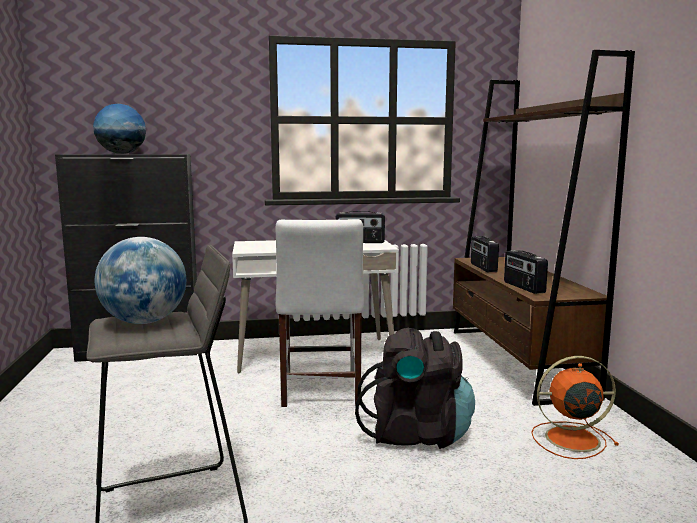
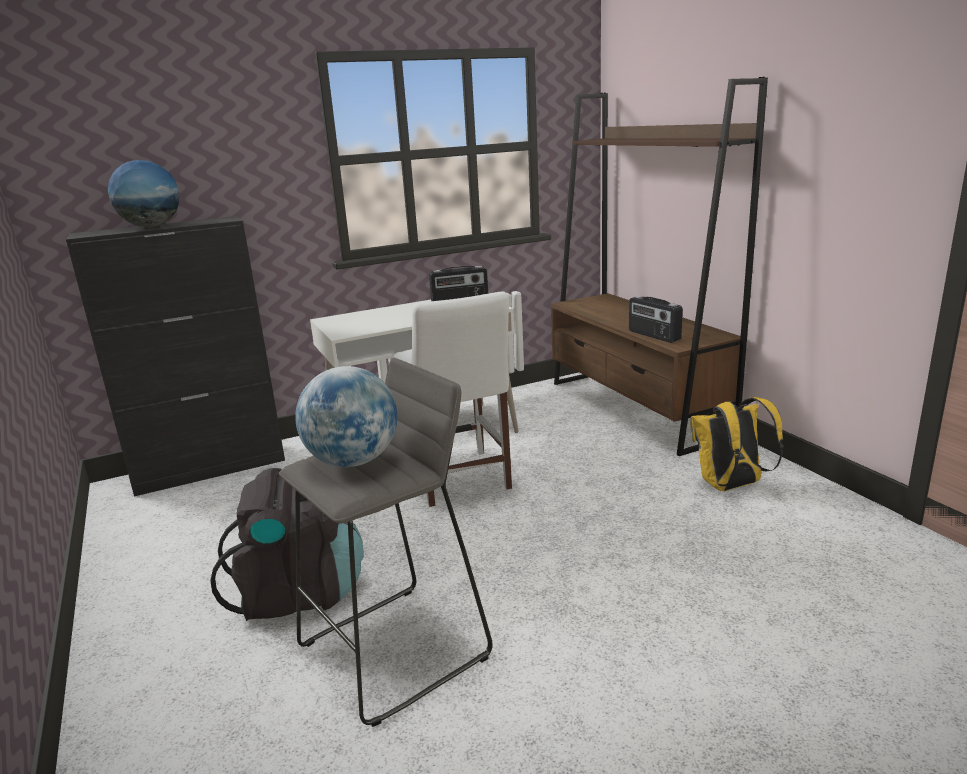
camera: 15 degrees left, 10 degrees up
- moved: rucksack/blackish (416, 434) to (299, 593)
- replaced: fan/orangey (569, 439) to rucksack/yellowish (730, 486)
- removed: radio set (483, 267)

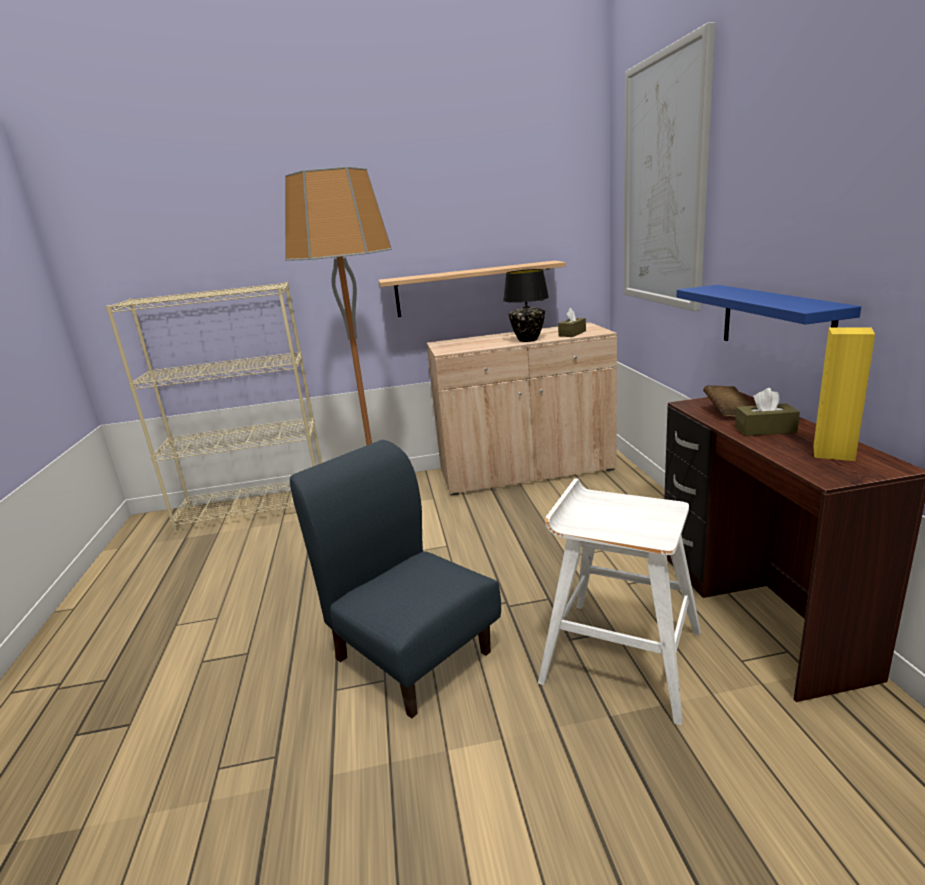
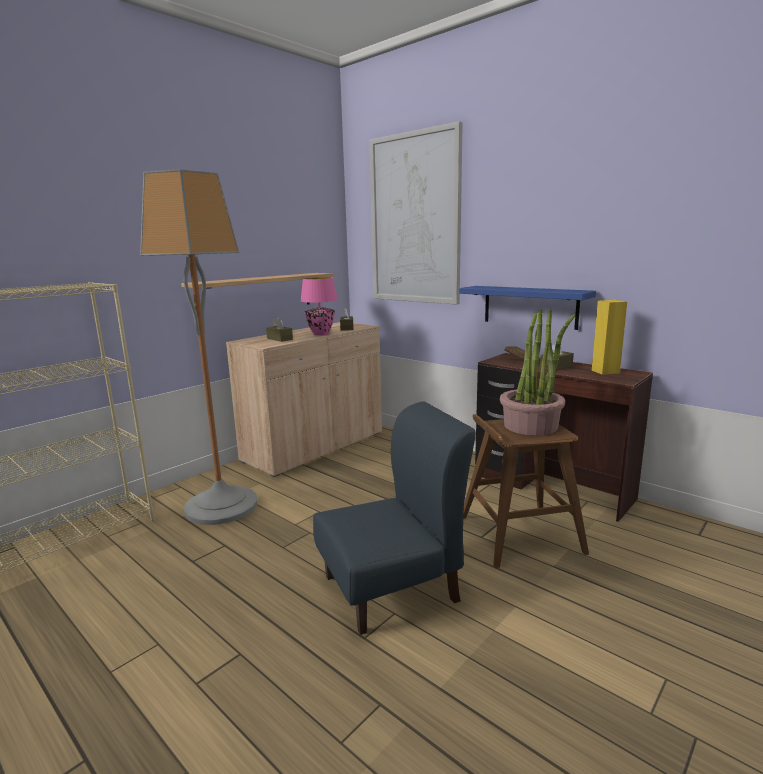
camera: 40 degrees left, 5 degrees down
- added: box of tissues/brown (279, 339)
- recoloured: lamp for a table/blackish (527, 340) to lamp for a table/pinkish (320, 334)
- turned: plain chair/blue-coloured (412, 654) = (392, 588) 150 degrees clockwise
- recoloured: sitting stool/white-coloured (620, 655) to sitting stool/brown (518, 534)
- added: plant in a pot (531, 426)

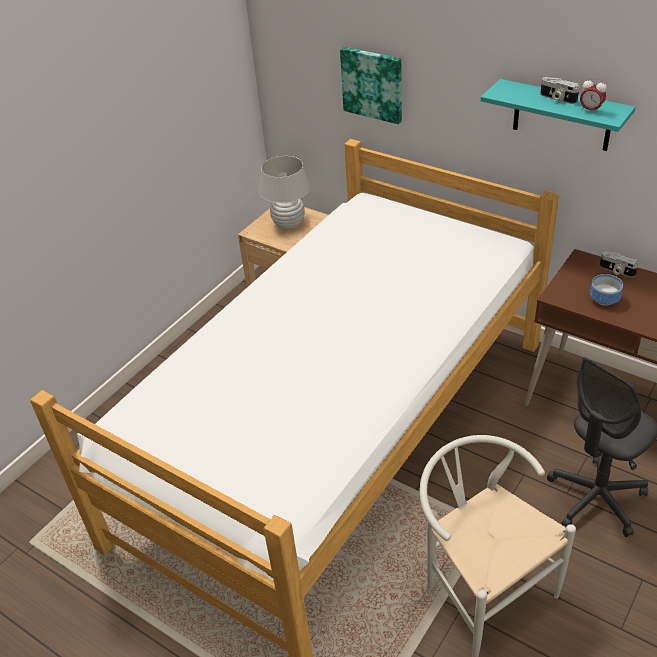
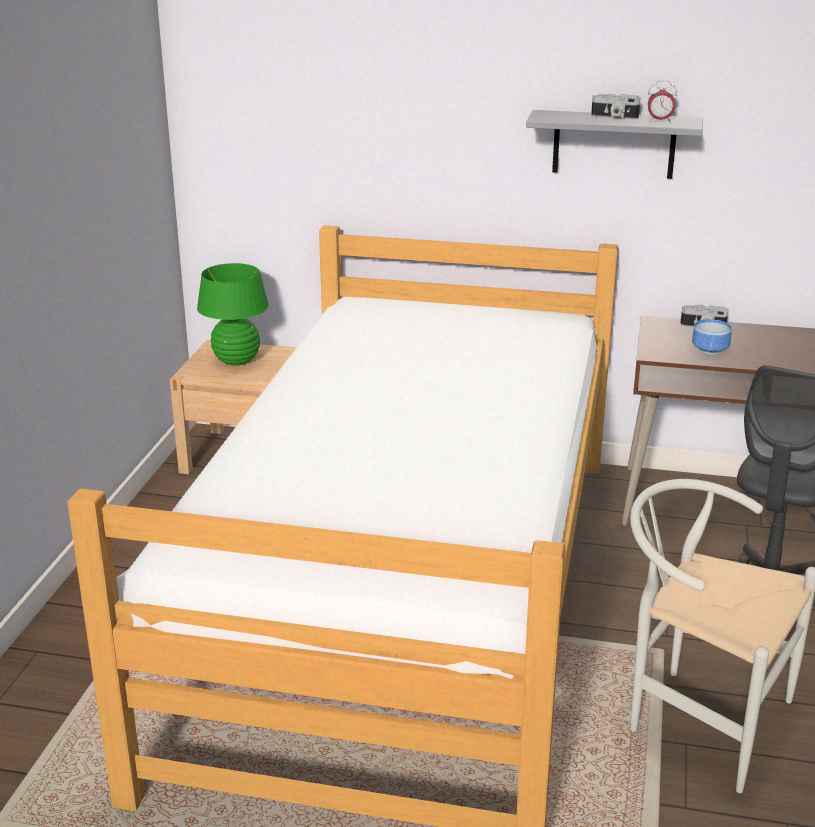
camera: 25 degrees left, 15 degrees down
- recoloured: lamp for a table/white-coloured (288, 223) to lamp for a table/green (236, 360)
- recoloured: shelf/blue-green (562, 116) to shelf/gray (614, 144)
- removed: wall picture (373, 84)

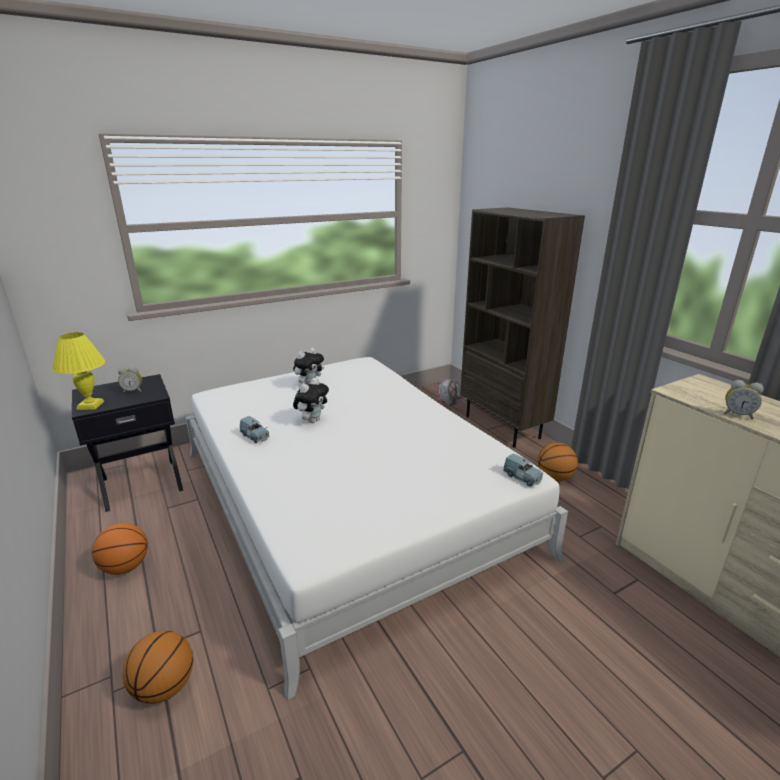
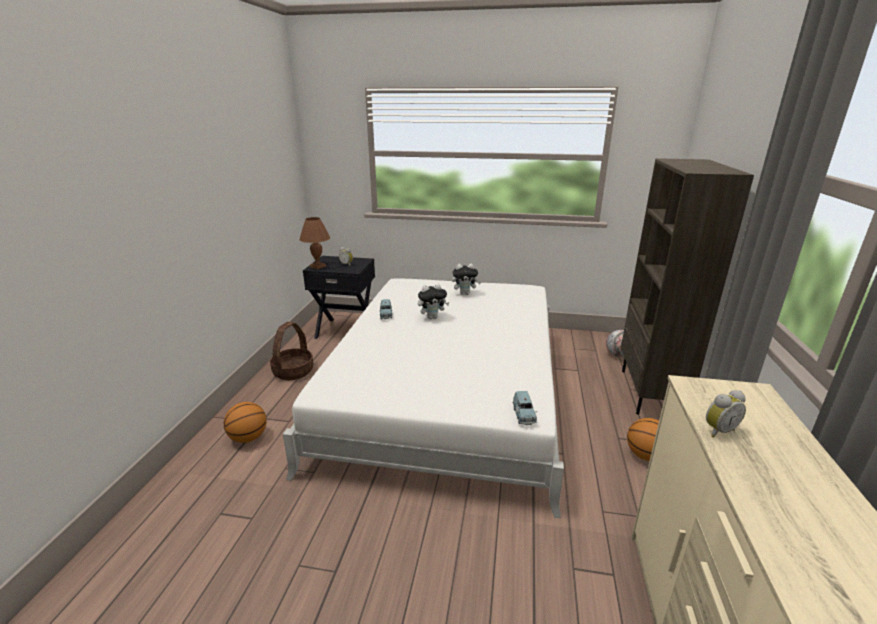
camera: 40 degrees right, 0 degrees up
- replaced: basketball ball (125, 567) to storage basket (293, 371)
- recoloured: lamp for a table/yellowish (90, 405) to lamp for a table/brown (317, 266)
- turned: bedside clock (737, 415) = (717, 430) 90 degrees counterclockwise

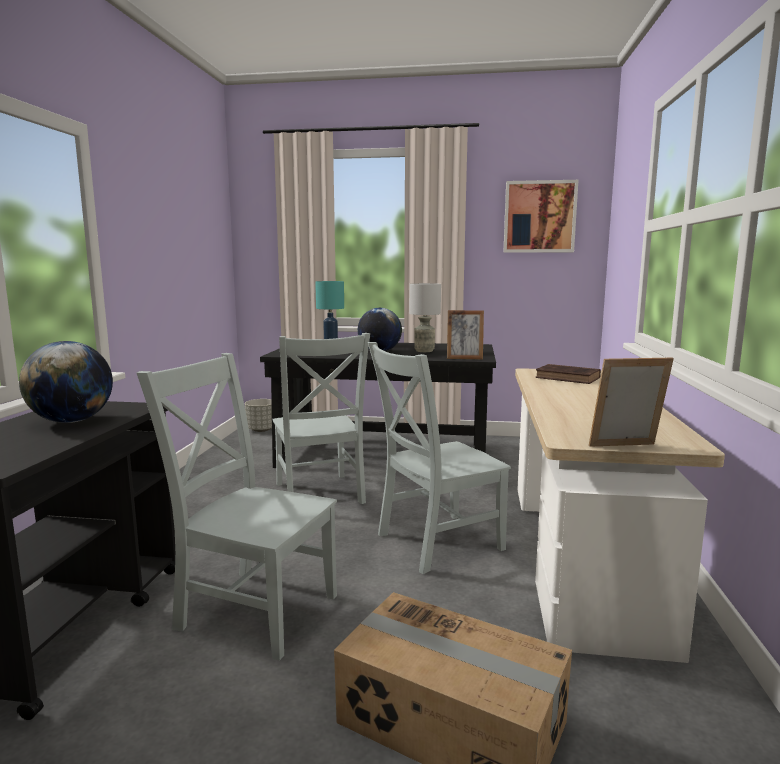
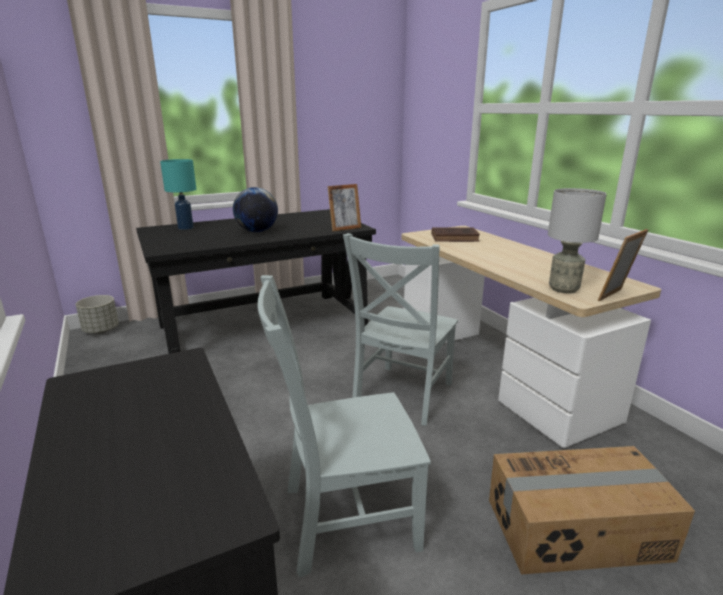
camera: 35 degrees left, 10 degrees up
- moved: lamp for a table/gray (424, 351) to (563, 289)
- removed: globe (72, 421)
- removed: plain chair/gray (319, 495)
- removed: wall picture (539, 217)

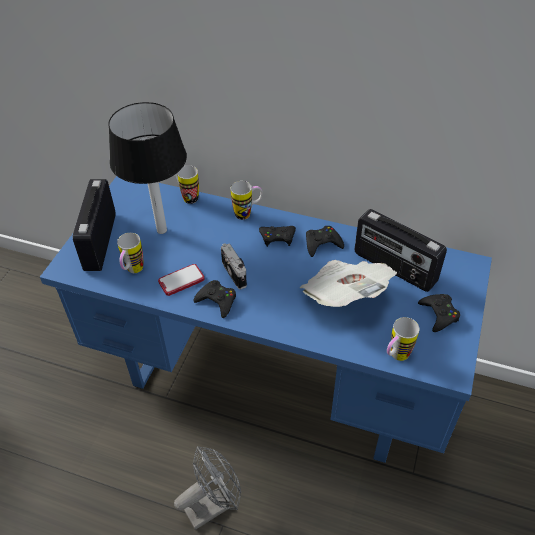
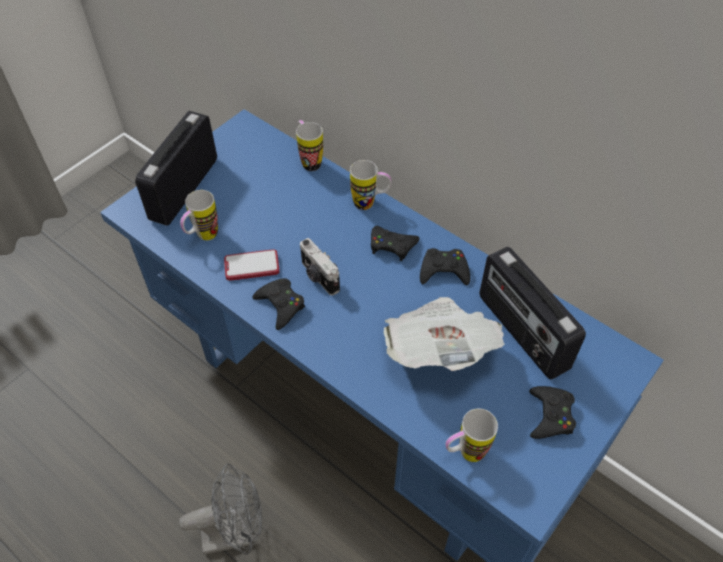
camera: 20 degrees right, 5 degrees up
- turned: still camera (235, 273) = (319, 277) 150 degrees clockwise
- removed: lamp for a table (161, 230)

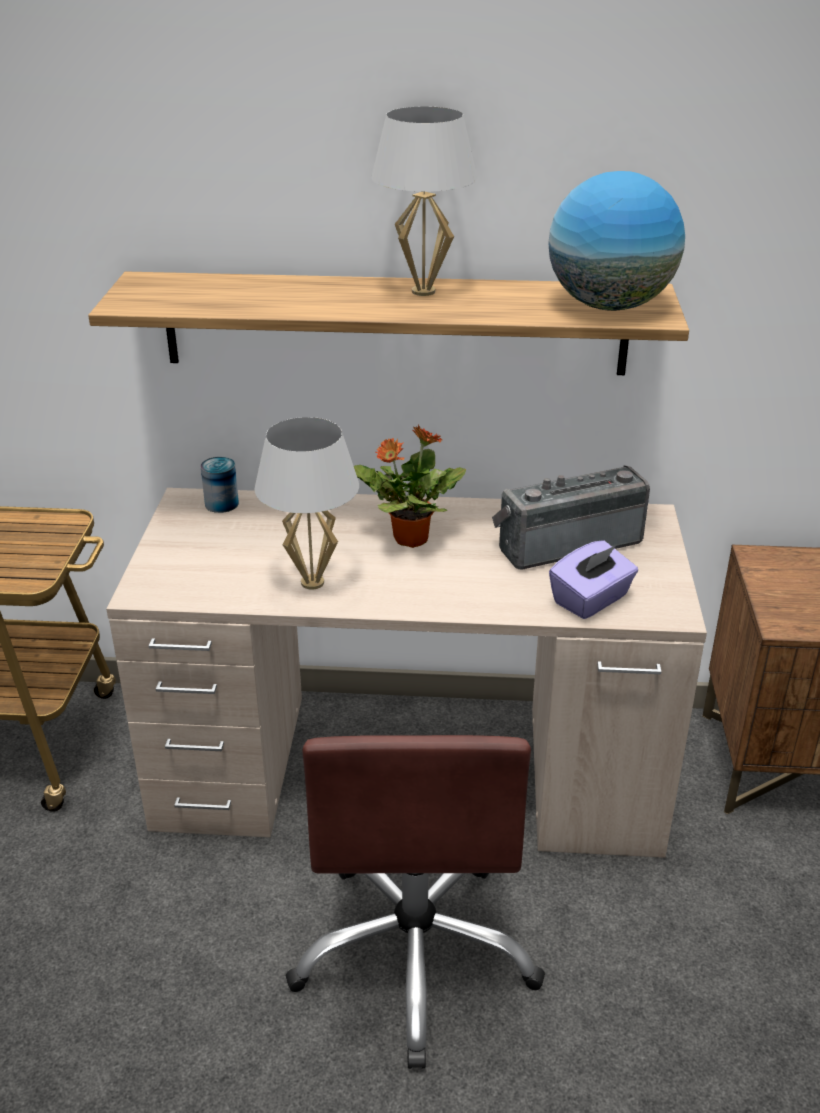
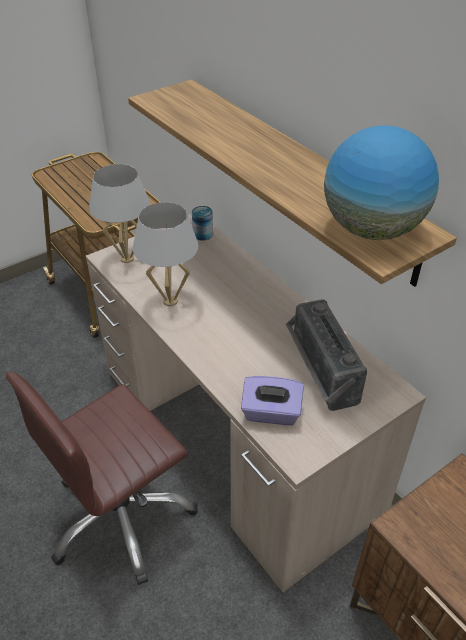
camera: 50 degrees right, 10 degrees up
- moved: lamp for a table/white-coloured (423, 291) to (126, 259)
- turned: radio set (567, 543) = (319, 372) 135 degrees counterclockwise
- removed: plant in a pot (409, 539)

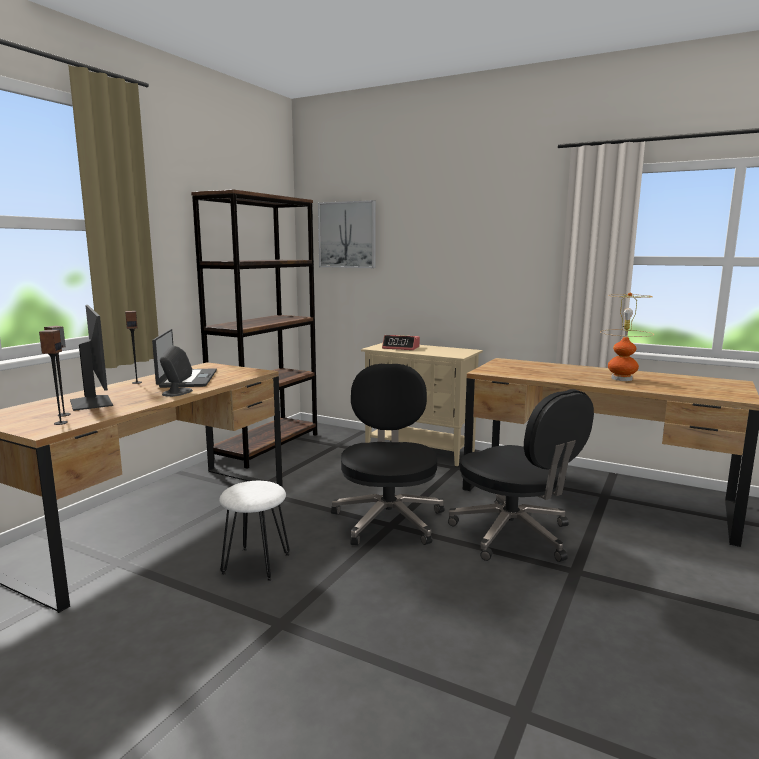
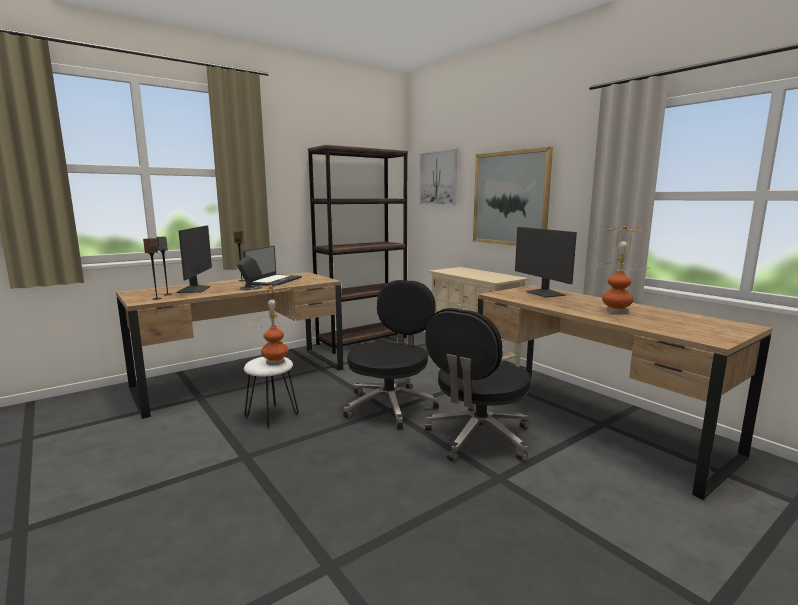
camera: 25 degrees right, 0 degrees up
- added: lamp for a table (275, 362)
- turned: office chair/blackish (514, 535) = (477, 438) 45 degrees clockwise
- added: wall picture (510, 198)
- added: monitor (544, 293)
- removed: bedside clock (401, 348)

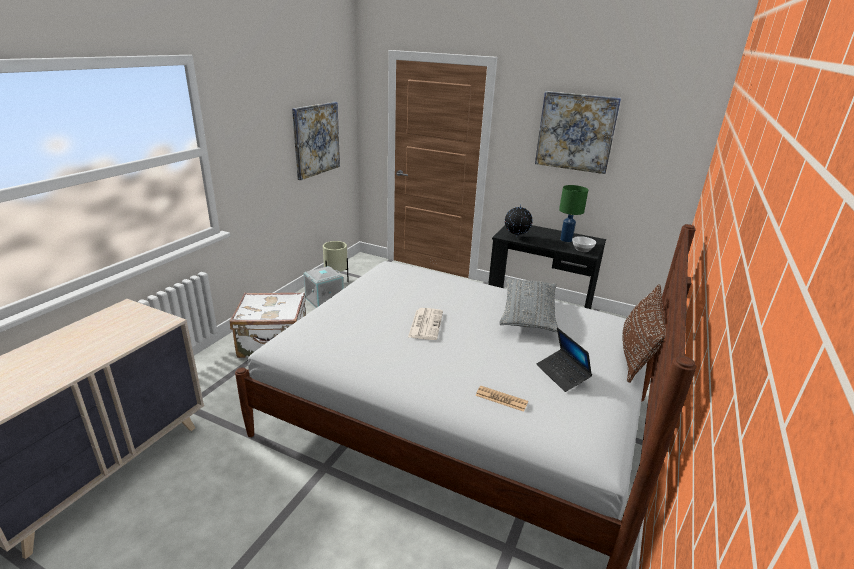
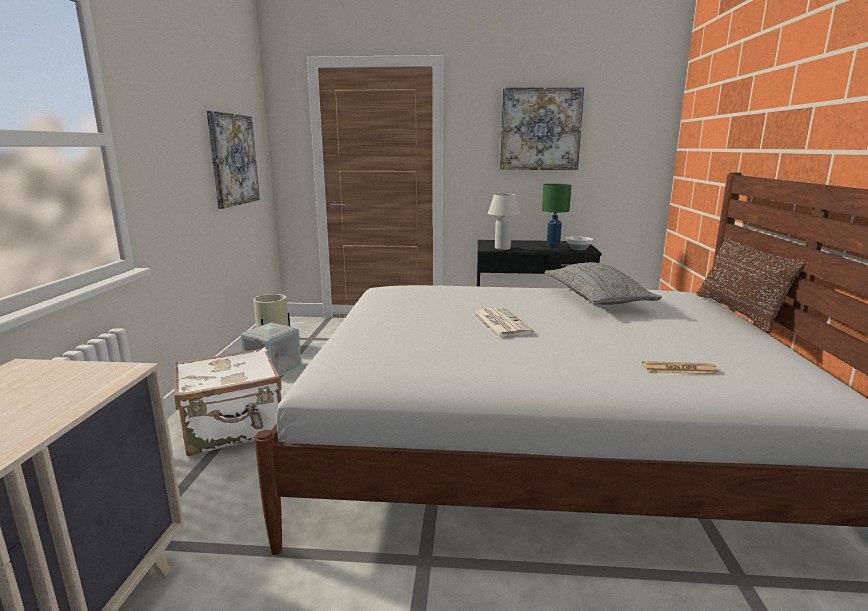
camera: 20 degrees left, 10 degrees down
- replaced: globe (516, 237) to lamp for a table/white-coloured (502, 248)
- removed: laptop (562, 374)

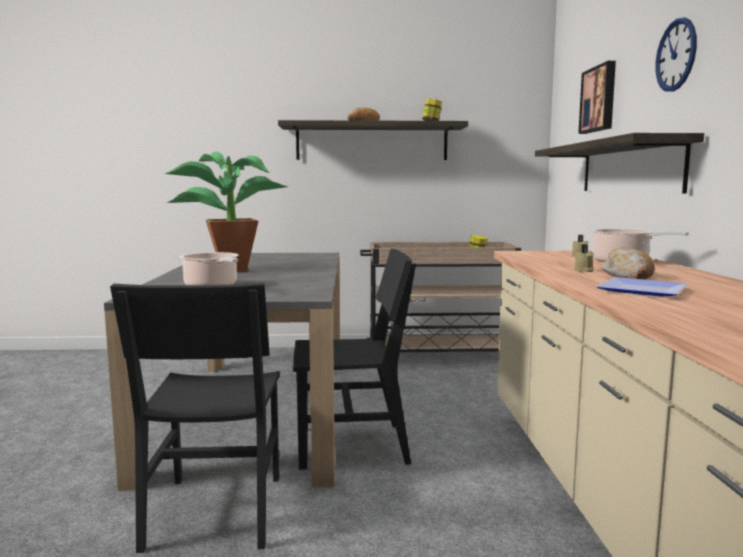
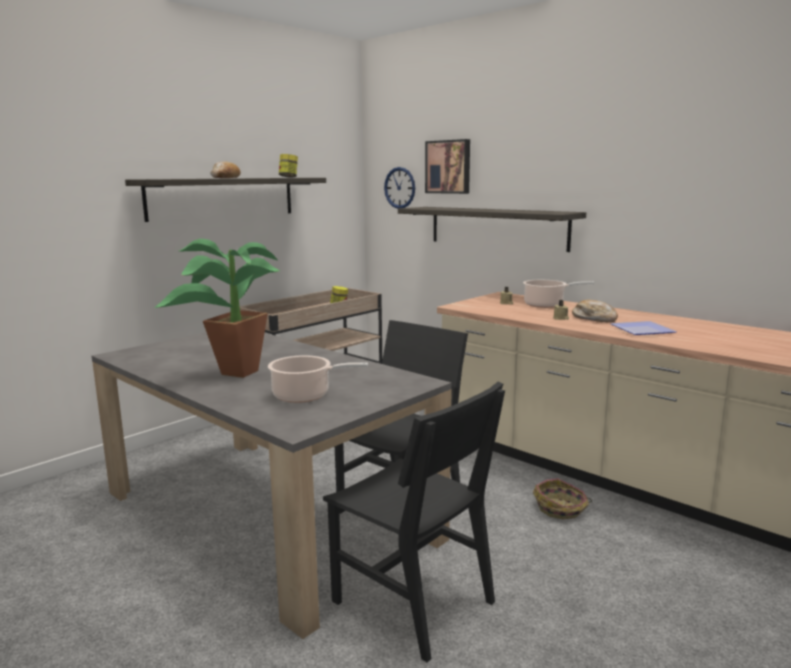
camera: 45 degrees left, 5 degrees up
- moved: wall clock (676, 55) to (400, 188)
- added: storage basket (561, 508)

